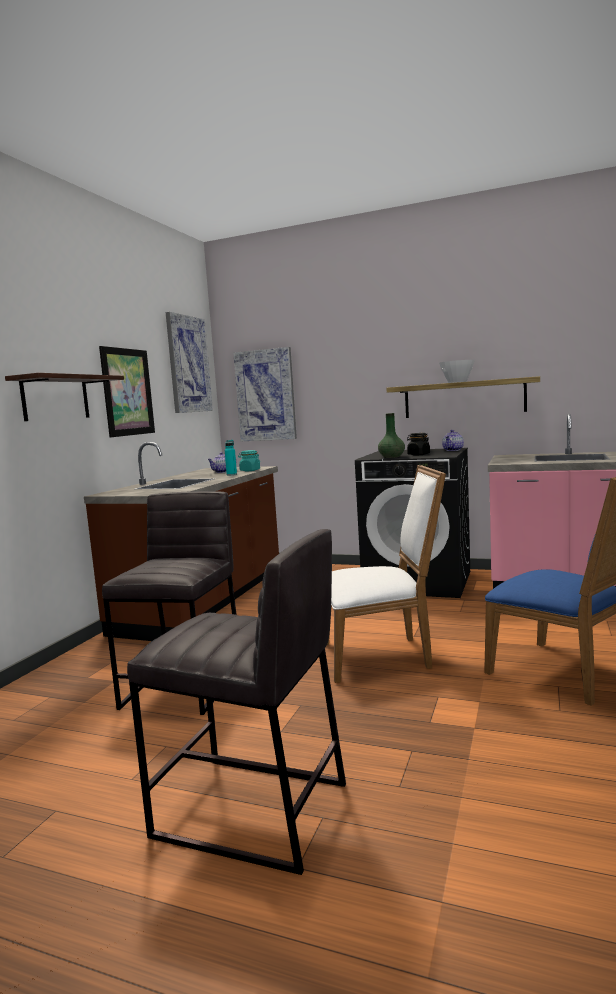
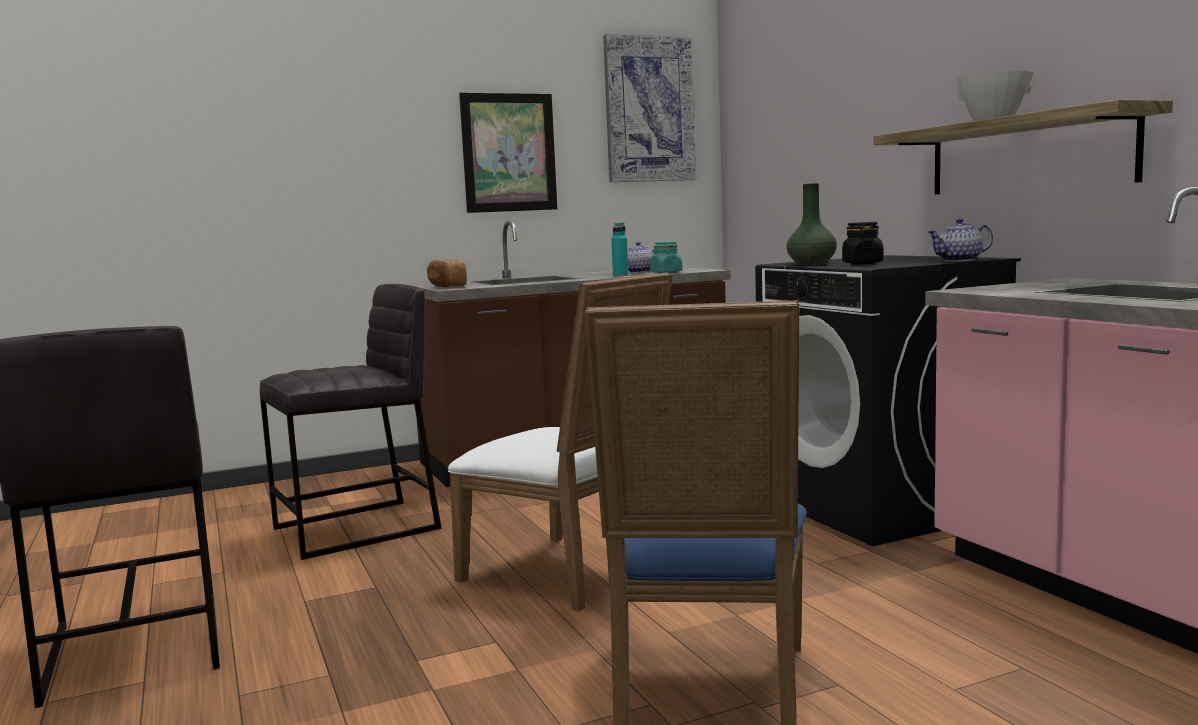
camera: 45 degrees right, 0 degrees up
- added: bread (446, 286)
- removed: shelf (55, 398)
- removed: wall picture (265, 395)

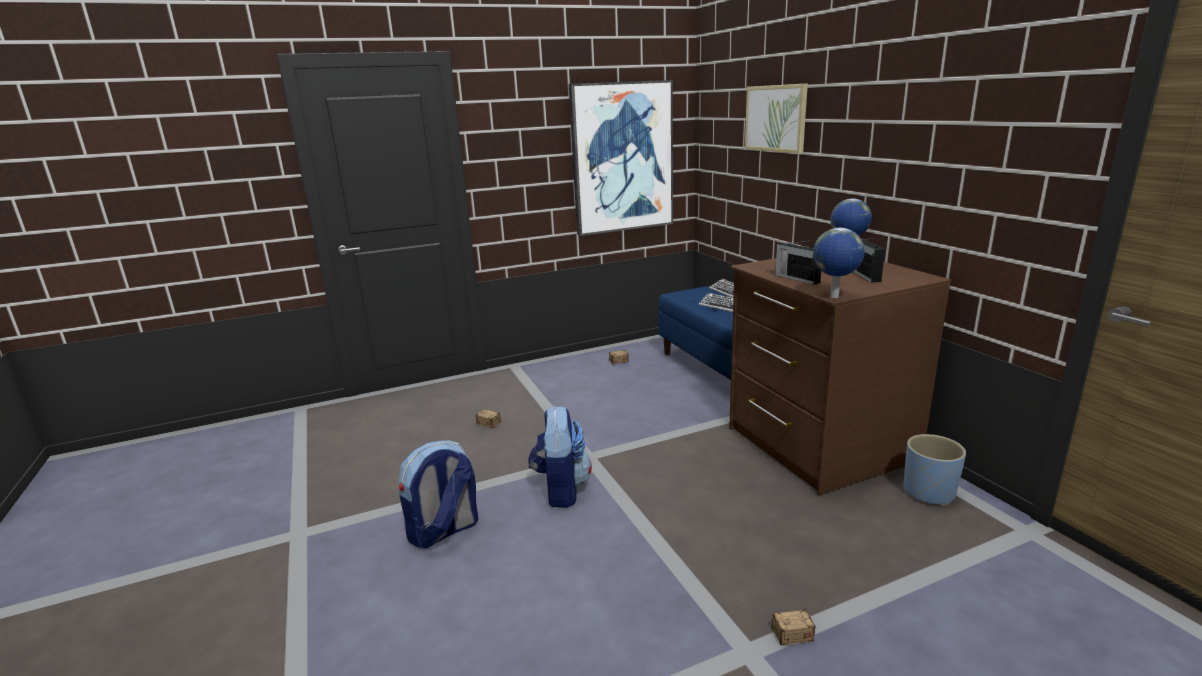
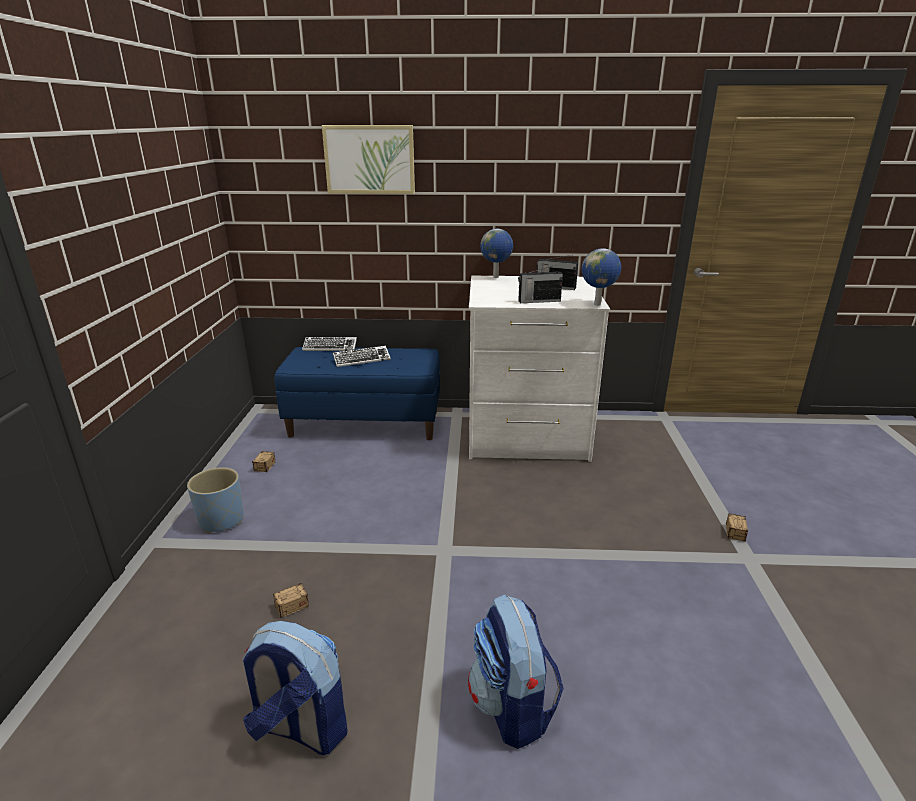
camera: 65 degrees left, 5 degrees up
- moved: planter/blue-coloured (929, 492) to (222, 520)
- moved: rucksack (561, 490) to (300, 728)
- recoloured: dresser/brown (817, 444) to dresser/white-coloured (526, 435)
- removed: wall picture (622, 158)

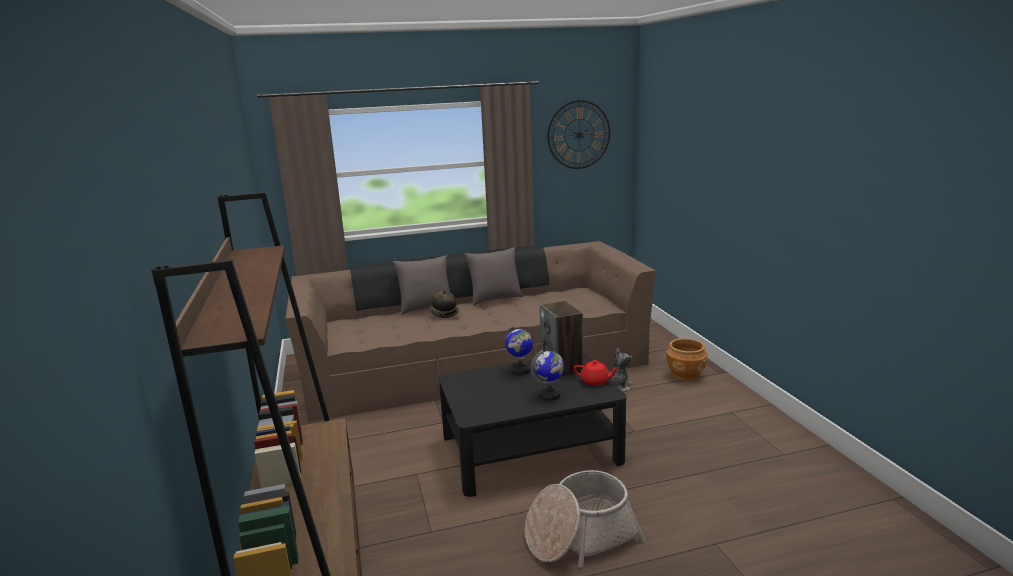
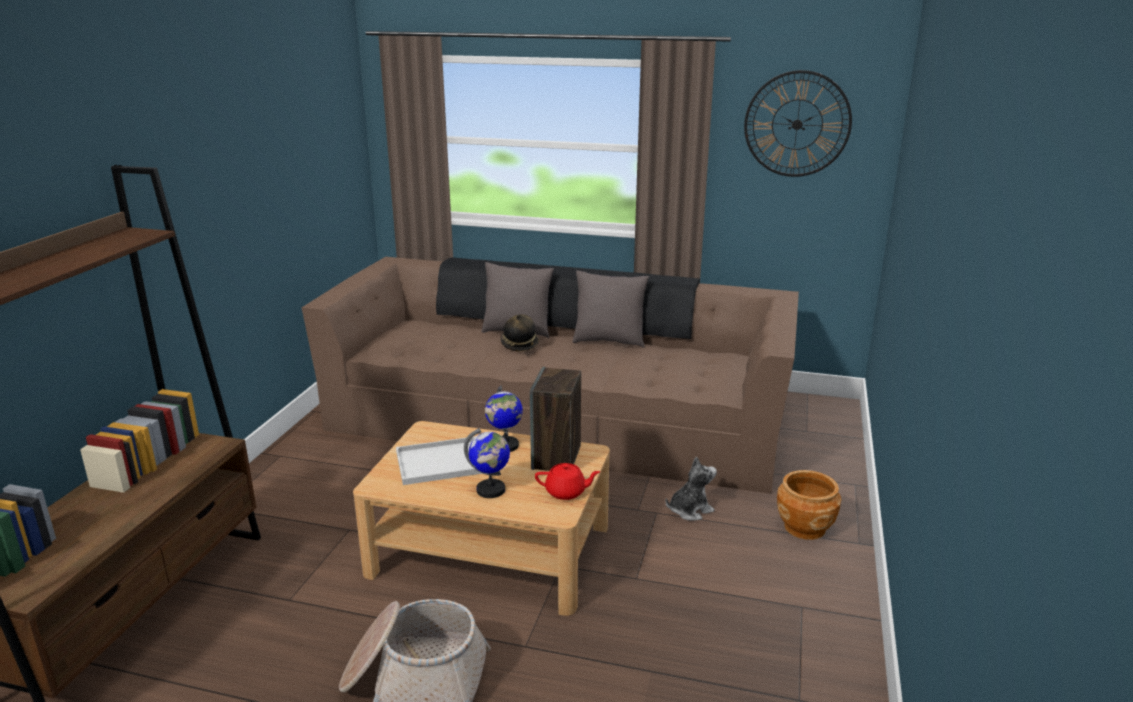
camera: 30 degrees right, 5 degrees up
- recoloured: low table/blackish (530, 449) to low table/sand-coloured (490, 550)
- added: serving tray/white-coloured (443, 461)
- turned: tea pot/reddish (595, 381) = (566, 492) 45 degrees counterclockwise

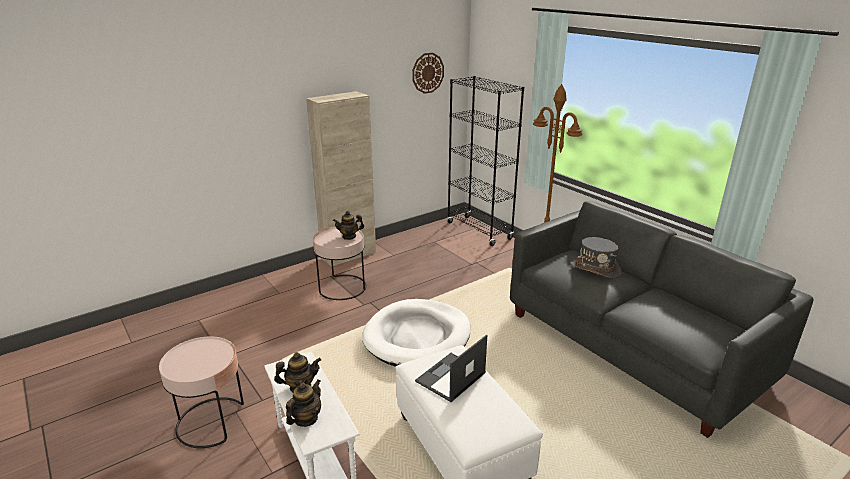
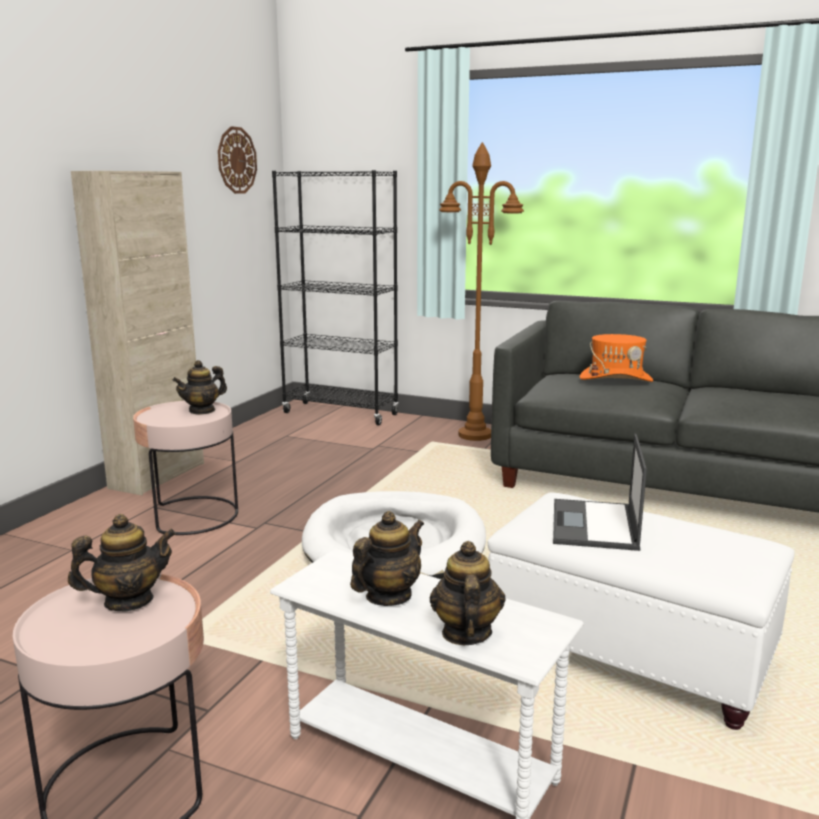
camera: 30 degrees left, 10 degrees down
- added: tea pot (128, 601)
- recoloured: clothing hat/gray (596, 269) to clothing hat/orangey (616, 379)

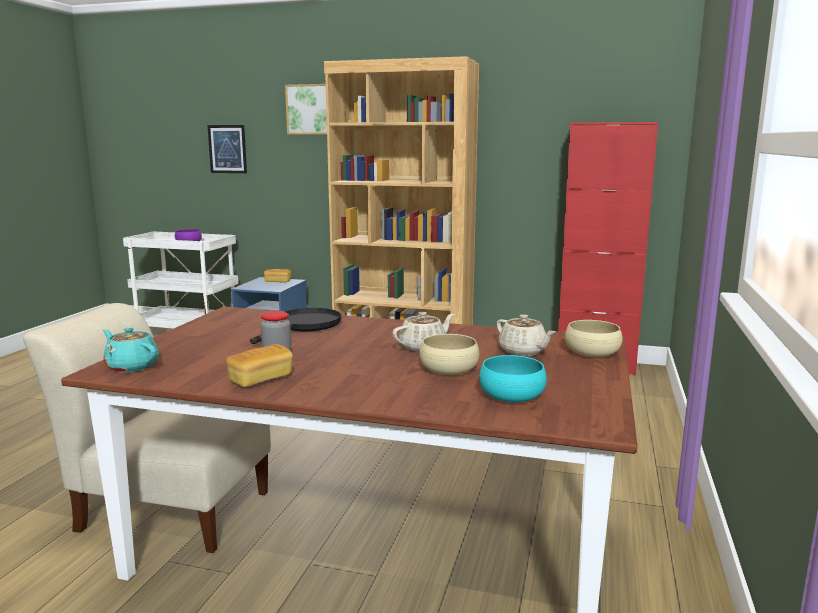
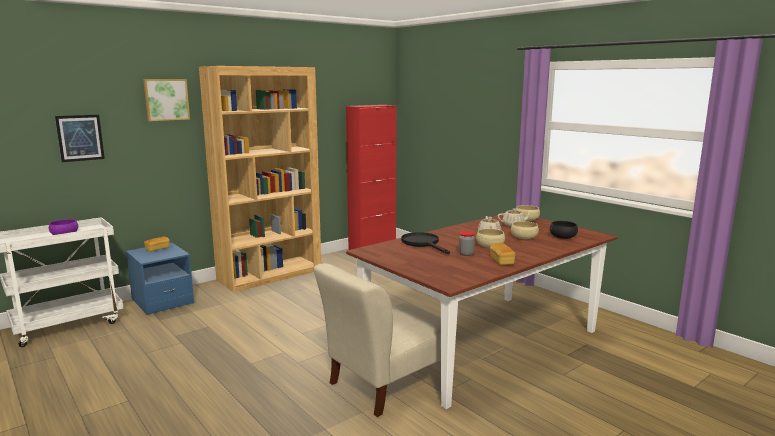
camera: 55 degrees left, 0 degrees up
- added: serving bowl/sand-coloured (490, 245)
- recoloured: serving bowl/blue-green (512, 396) to serving bowl/blackish (563, 236)
- removed: tea pot/blue-green (131, 366)

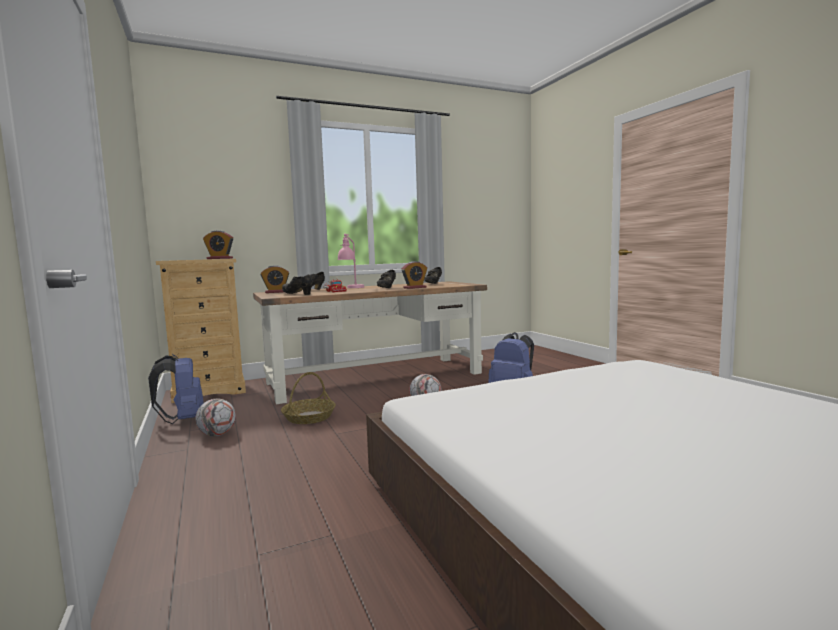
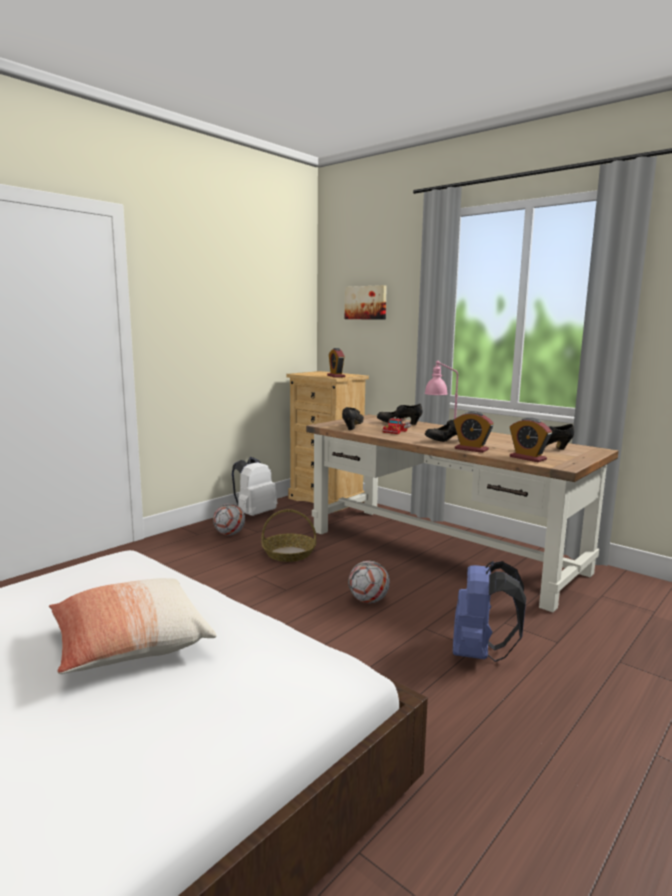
camera: 65 degrees right, 5 degrees up
- added: throw pillow (130, 644)
- recoloured: rucksack/blue-coloured (184, 420) to rucksack/white-coloured (254, 514)
- added: wall picture (366, 302)
- moved: bedside clock (276, 292) to (527, 458)

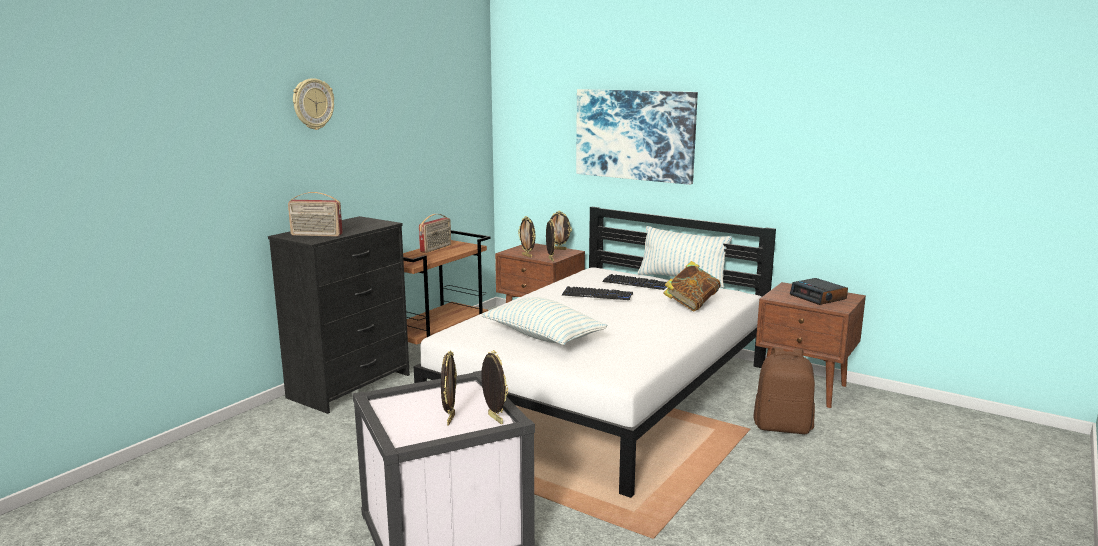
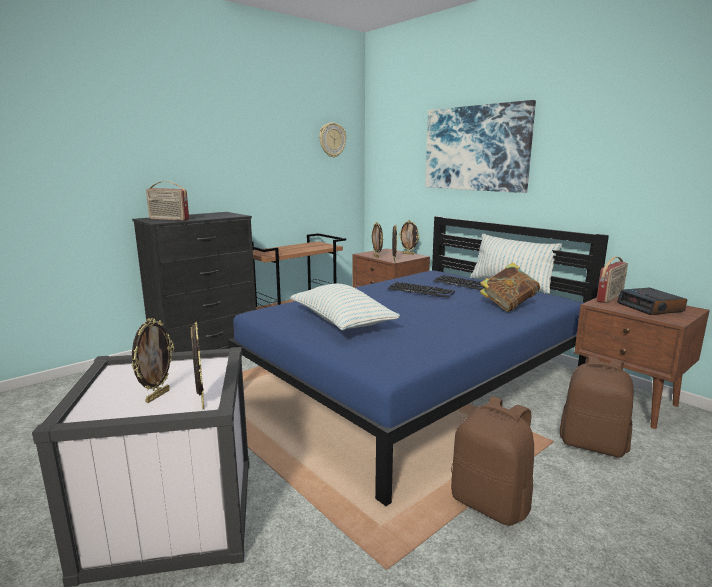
camera: 15 degrees right, 0 degrees up
- recoloured: sleeping bed/white-coloured (606, 393) to sleeping bed/blue-coloured (417, 384)
- moved: wall clock (312, 104) to (332, 140)
- added: rucksack/brown (491, 503)
- moved: radio set (436, 248) to (610, 298)

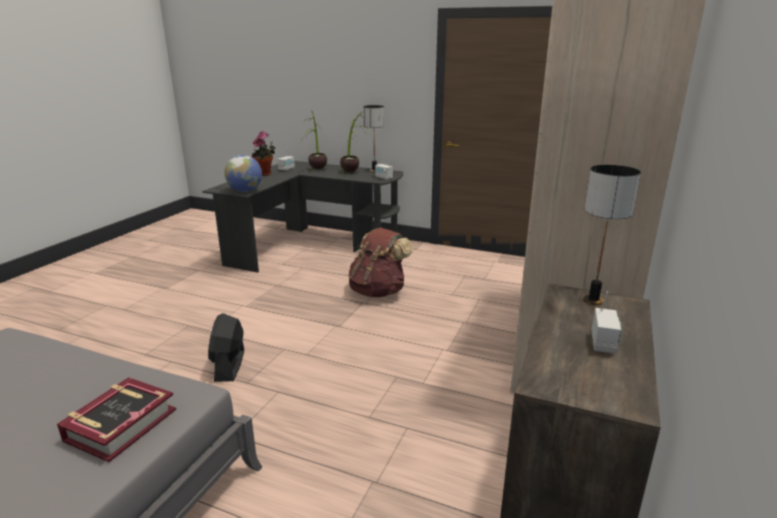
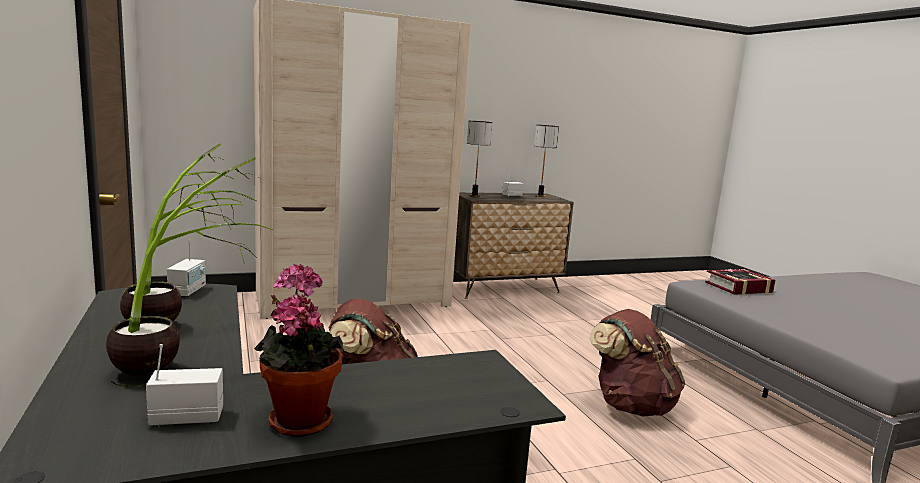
camera: 135 degrees left, 10 degrees down
- moved: lamp for a table (374, 170) to (540, 196)
- replaced: fan/blackish (229, 366) to rucksack/brown (630, 405)
- removed: globe (245, 191)

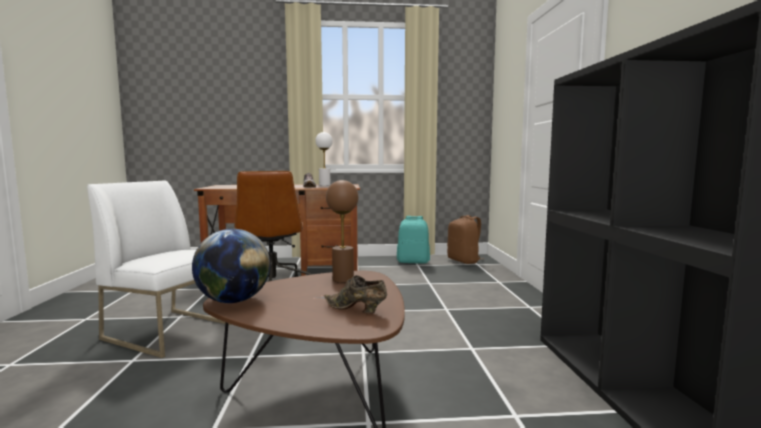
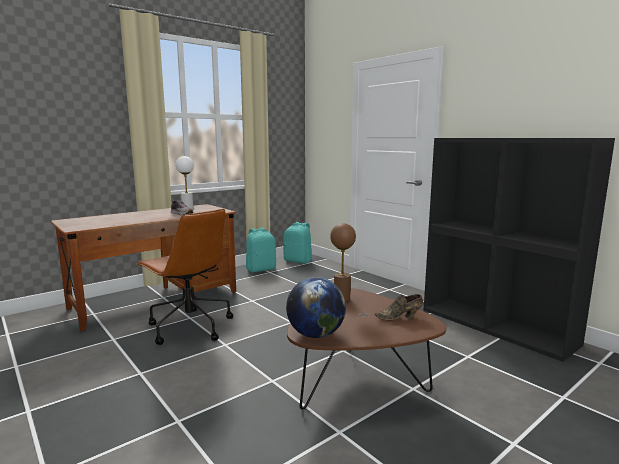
camera: 35 degrees left, 5 degrees up
- recoloured: rucksack/brown (464, 261) to rucksack/blue-green (298, 261)
- removed: plain chair/white-coloured (170, 331)

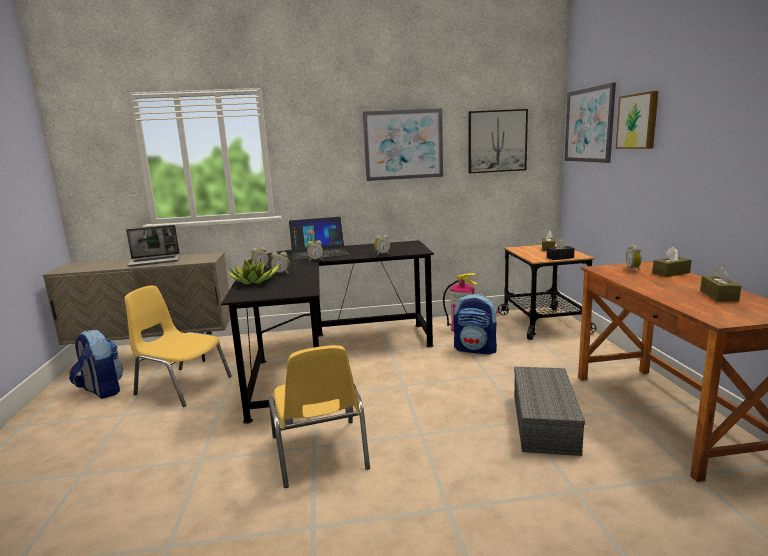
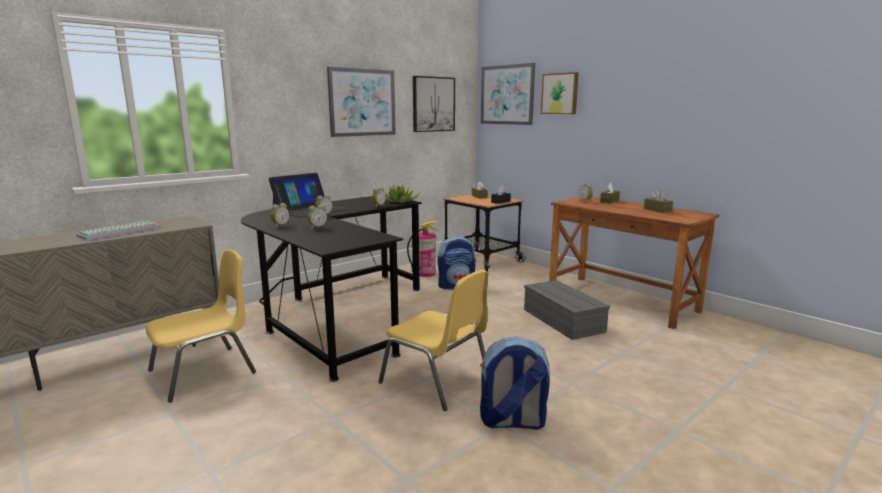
camera: 35 degrees left, 0 degrees up
- replaced: laptop (155, 261) to computer keyboard (120, 231)
- turned: plain chair/yellowish (182, 385) = (204, 372) 150 degrees clockwise
- moved: plant in a pot (255, 282) to (400, 201)
- moved: rucksack (101, 391) to (512, 422)

